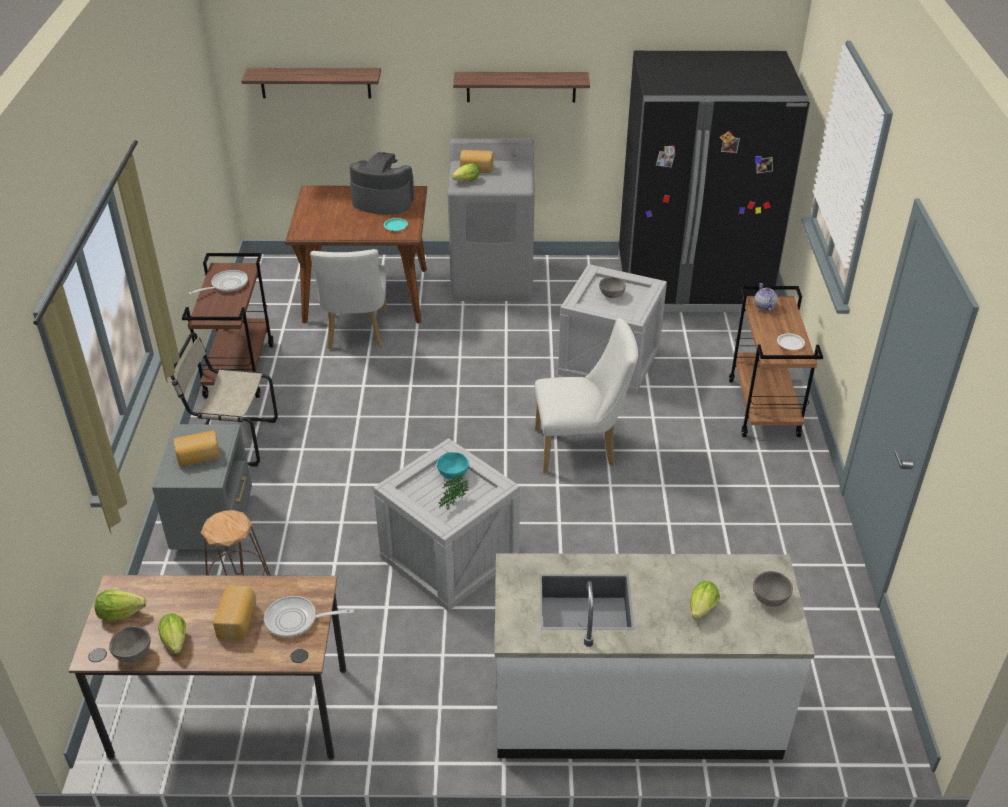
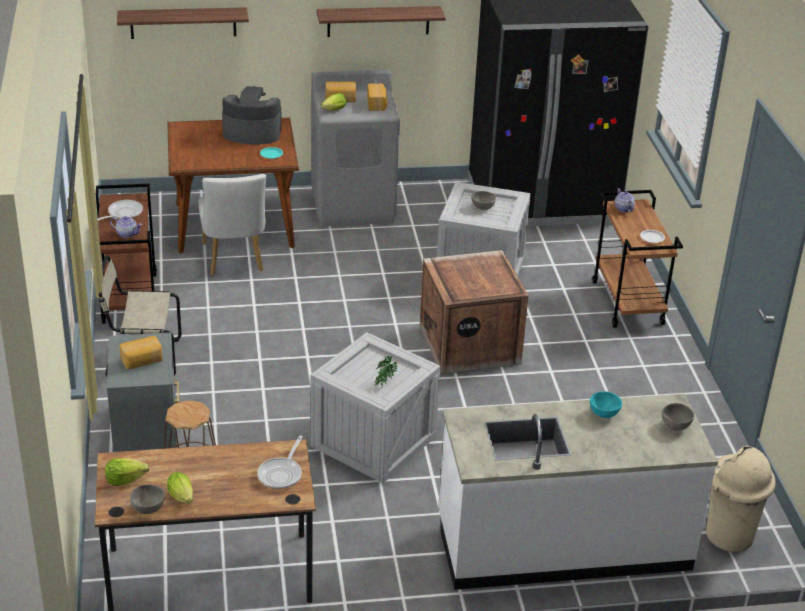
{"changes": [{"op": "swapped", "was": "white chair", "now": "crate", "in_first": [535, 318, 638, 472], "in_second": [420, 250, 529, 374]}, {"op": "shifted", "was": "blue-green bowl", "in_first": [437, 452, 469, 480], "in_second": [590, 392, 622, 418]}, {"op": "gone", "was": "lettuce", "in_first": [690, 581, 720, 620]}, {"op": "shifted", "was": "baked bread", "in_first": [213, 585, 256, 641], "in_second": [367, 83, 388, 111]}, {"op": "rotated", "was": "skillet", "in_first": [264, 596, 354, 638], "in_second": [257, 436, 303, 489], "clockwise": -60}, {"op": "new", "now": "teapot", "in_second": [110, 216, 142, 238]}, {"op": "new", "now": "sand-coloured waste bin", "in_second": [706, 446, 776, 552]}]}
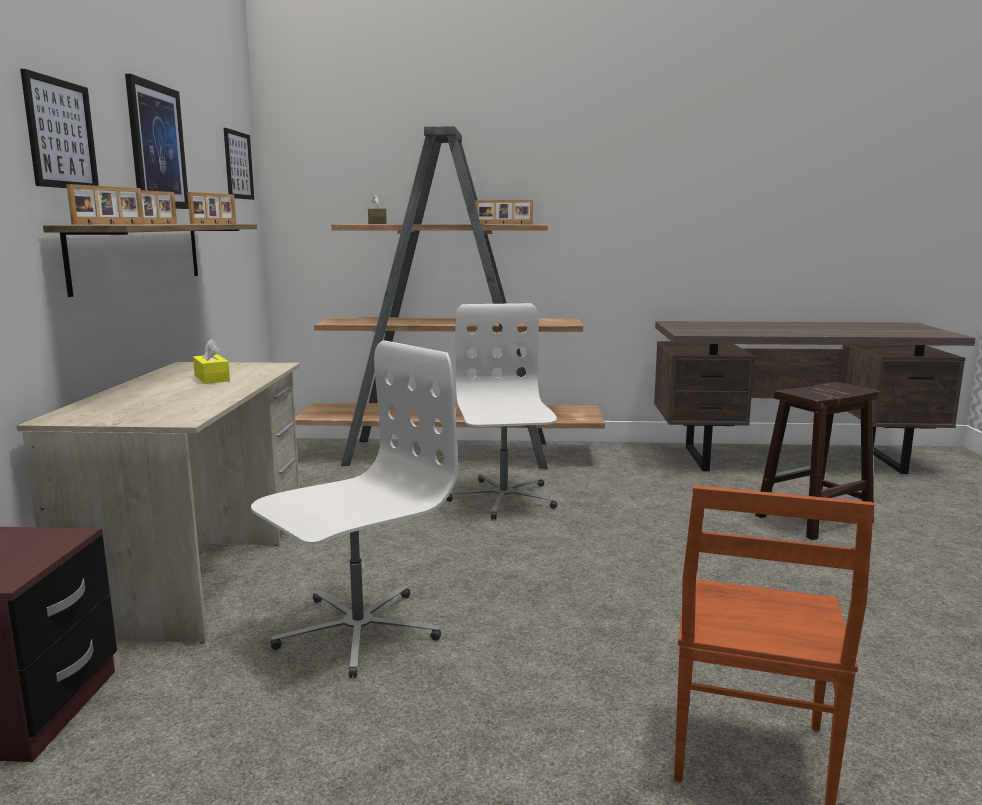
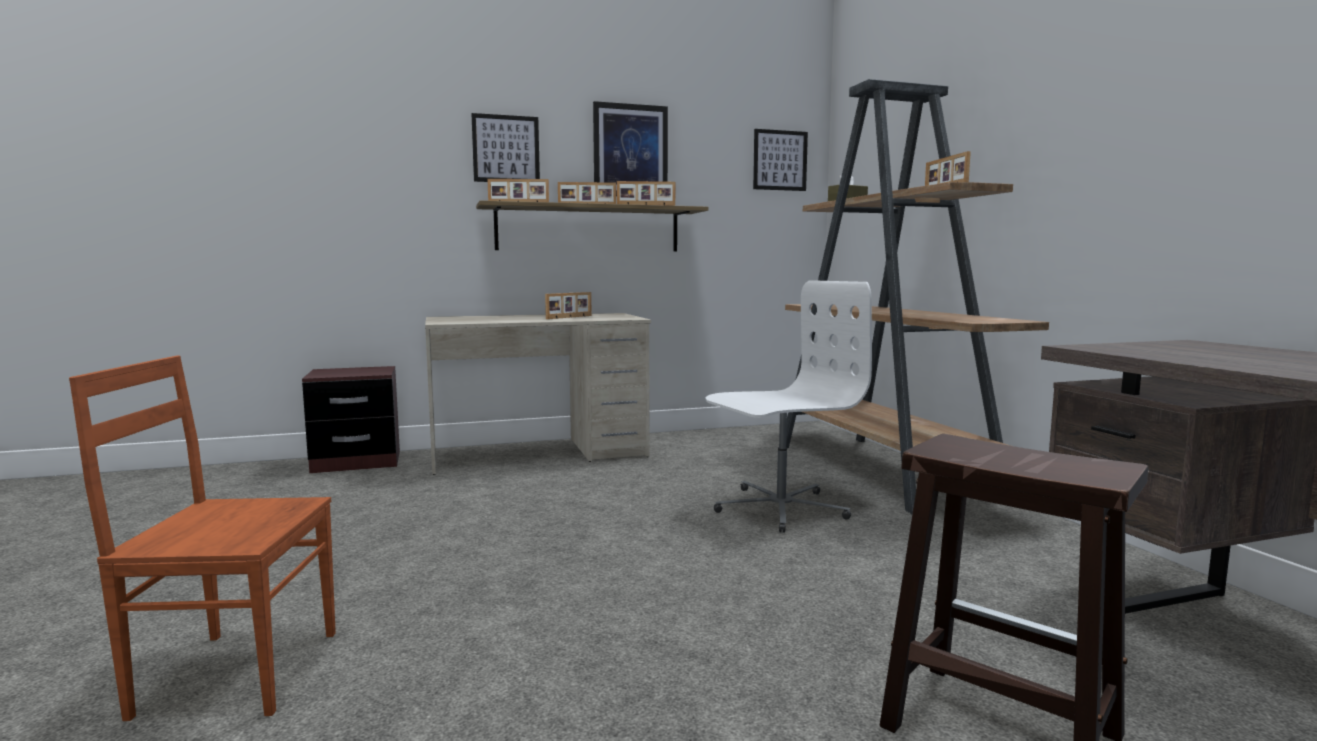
{"changes": [{"op": "swapped", "was": "yellowish tissue box", "now": "standing frame", "in_first": [193, 339, 230, 384], "in_second": [545, 292, 592, 319]}, {"op": "gone", "was": "white computer chair", "in_first": [251, 340, 458, 678]}]}
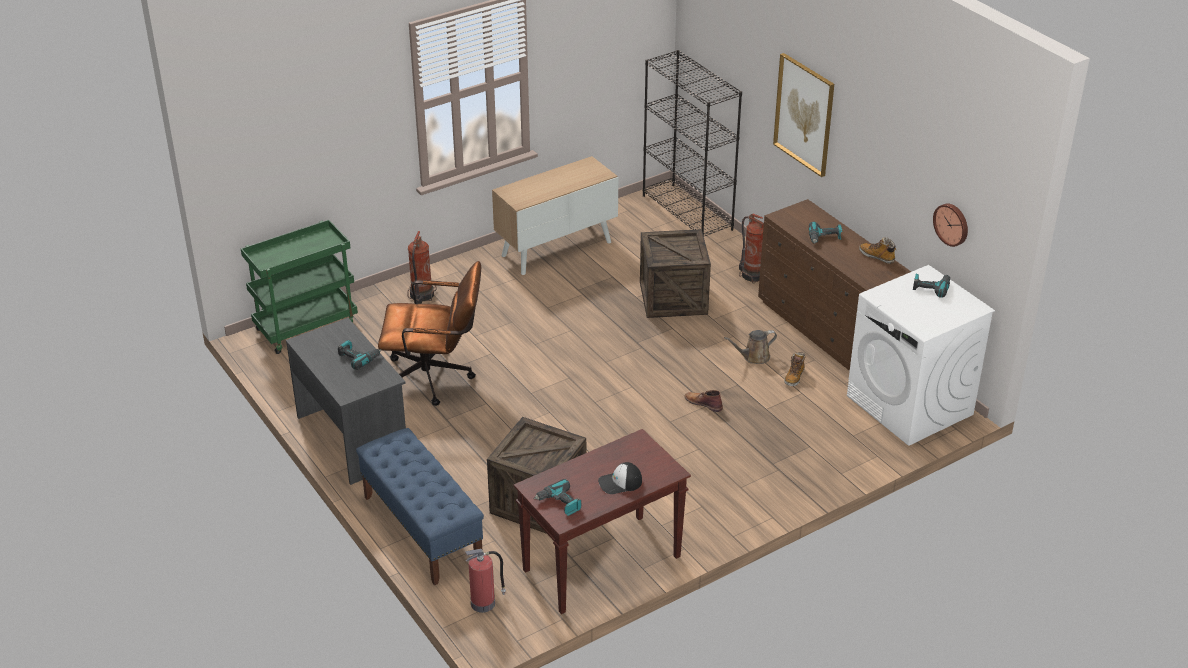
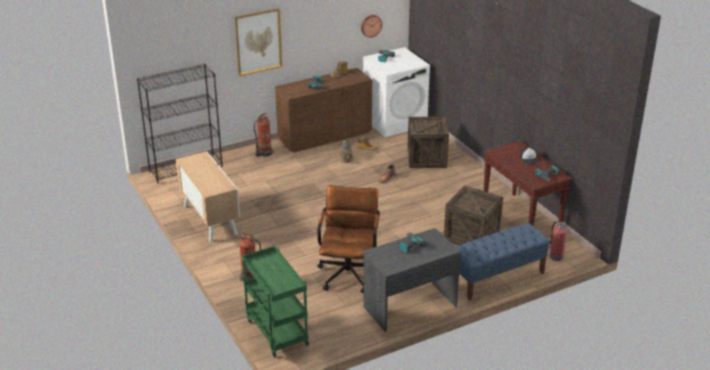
{"changes": [{"op": "shifted", "was": "crate", "in_first": [640, 229, 711, 318], "in_second": [407, 117, 449, 168]}]}
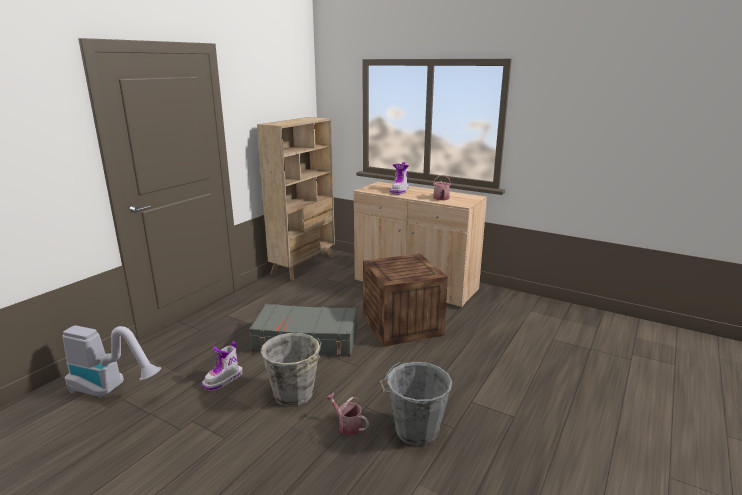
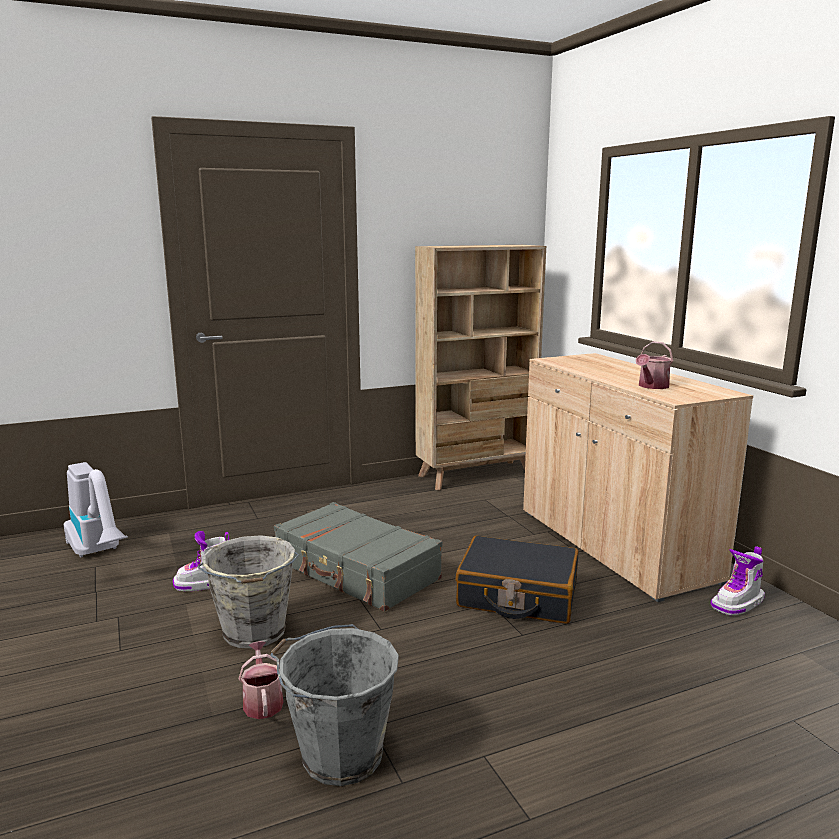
{"changes": [{"op": "shifted", "was": "boot", "in_first": [390, 162, 409, 194], "in_second": [710, 546, 765, 615]}, {"op": "swapped", "was": "crate", "now": "black piece of luggage", "in_first": [363, 254, 448, 347], "in_second": [456, 536, 578, 624]}]}
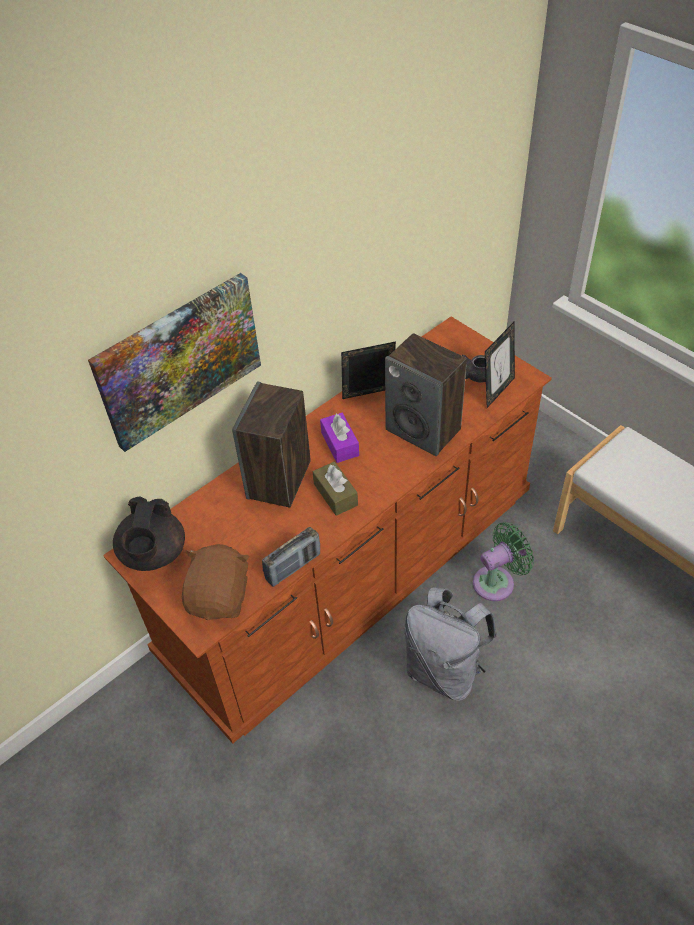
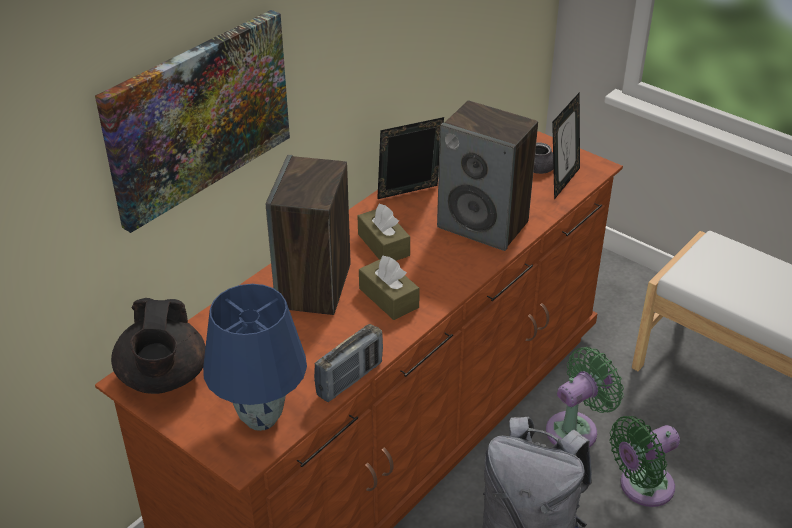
{"changes": [{"op": "repainted", "was": "purple-coloured tissue box", "now": "brownish tissue box", "in_first": [320, 413, 359, 463], "in_second": [358, 204, 410, 261]}, {"op": "swapped", "was": "brownish plush toy", "now": "bluish lamp for a table", "in_first": [182, 544, 250, 620], "in_second": [203, 284, 307, 431]}, {"op": "new", "now": "green electric fan", "in_second": [610, 416, 680, 507]}]}
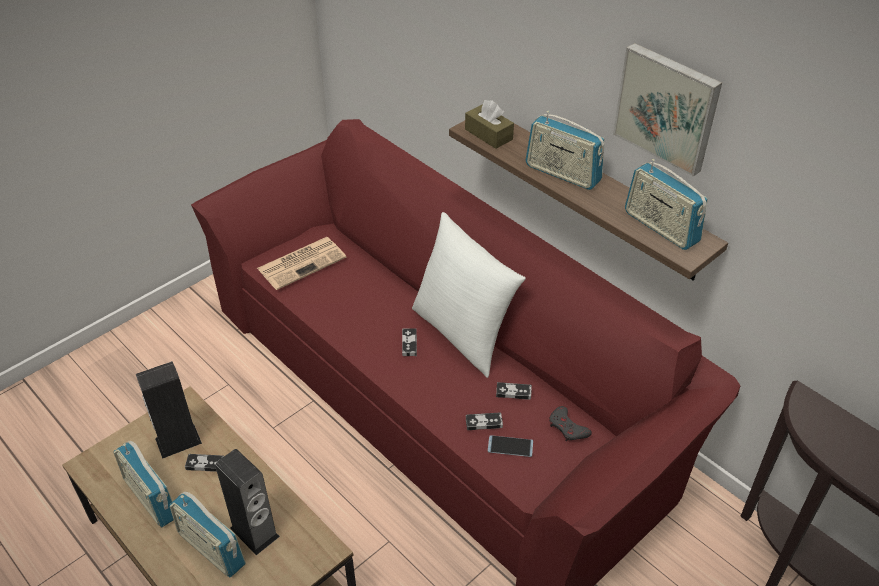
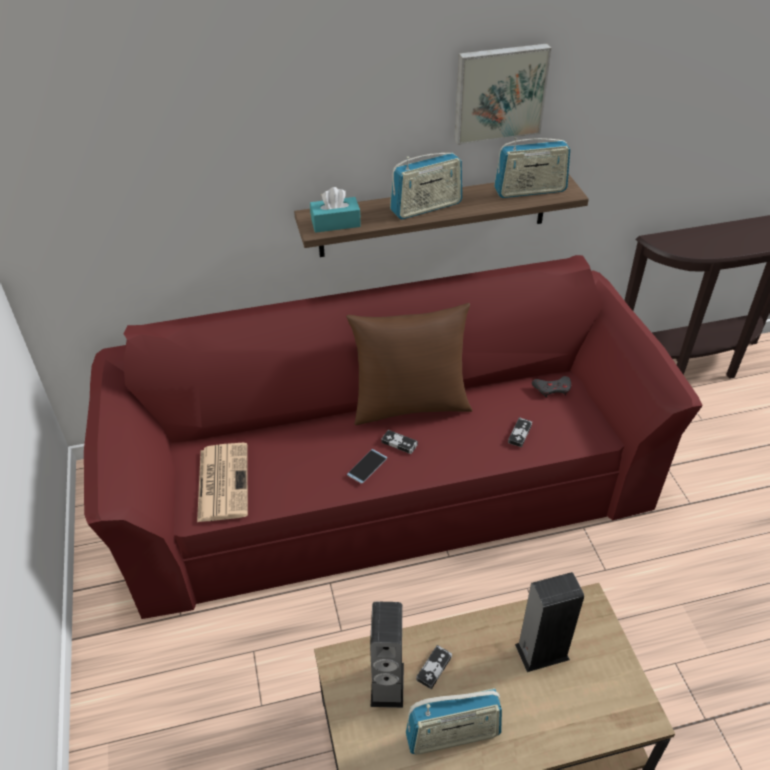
{"changes": [{"op": "repainted", "was": "brownish tissue box", "now": "blue-green tissue box", "in_first": [465, 100, 514, 149], "in_second": [310, 187, 361, 233]}, {"op": "repainted", "was": "white pillow", "now": "brownish pillow", "in_first": [412, 212, 526, 378], "in_second": [346, 303, 472, 425]}, {"op": "gone", "was": "gamepad", "in_first": [496, 382, 532, 400]}, {"op": "shifted", "was": "telephone", "in_first": [488, 435, 533, 457], "in_second": [347, 449, 387, 484]}, {"op": "gone", "was": "radio set", "in_first": [169, 492, 246, 578]}]}
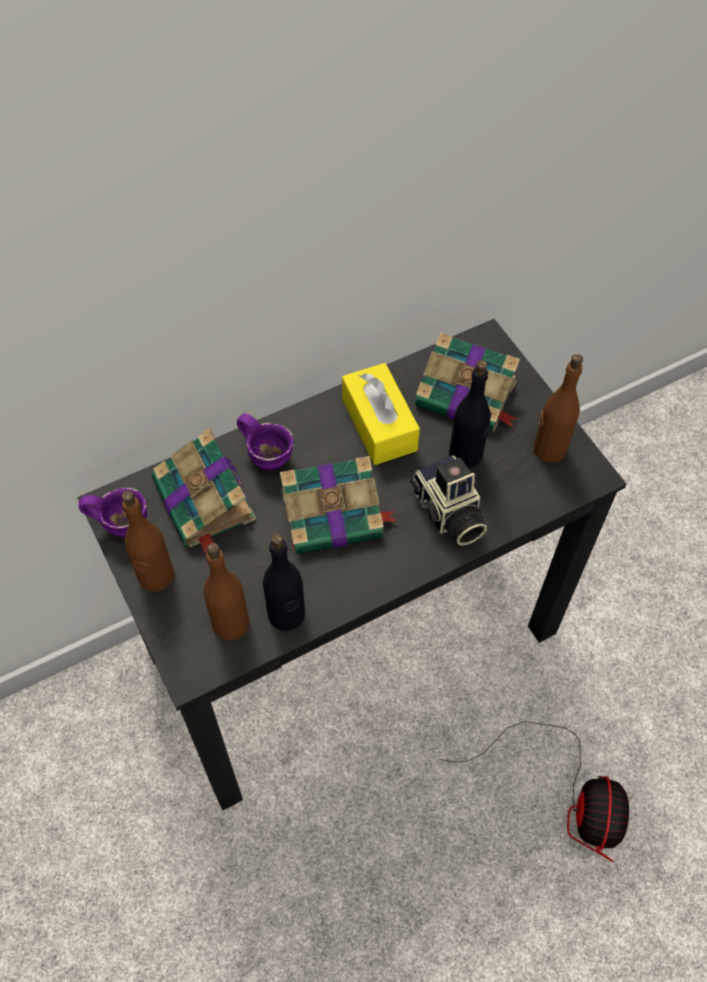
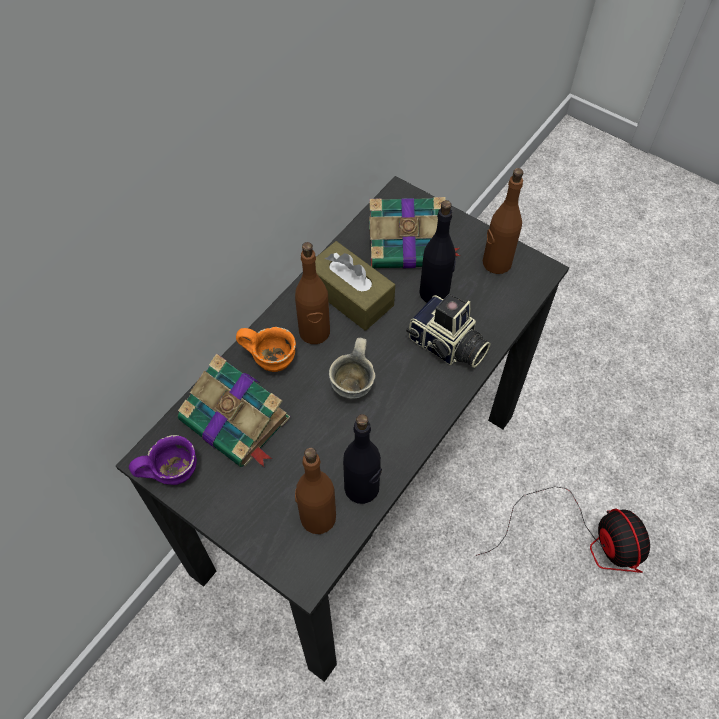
{"changes": [{"op": "repainted", "was": "yellowish tissue box", "now": "brownish tissue box", "in_first": [342, 363, 420, 465], "in_second": [315, 241, 395, 331]}, {"op": "repainted", "was": "purple-coloured tea mug", "now": "orangey tea mug", "in_first": [237, 414, 293, 471], "in_second": [236, 327, 296, 372]}, {"op": "swapped", "was": "volume", "now": "greyish tea mug", "in_first": [280, 456, 398, 554], "in_second": [329, 338, 375, 399]}, {"op": "shifted", "was": "brownish bottle", "in_first": [122, 491, 174, 592], "in_second": [295, 242, 330, 344]}]}
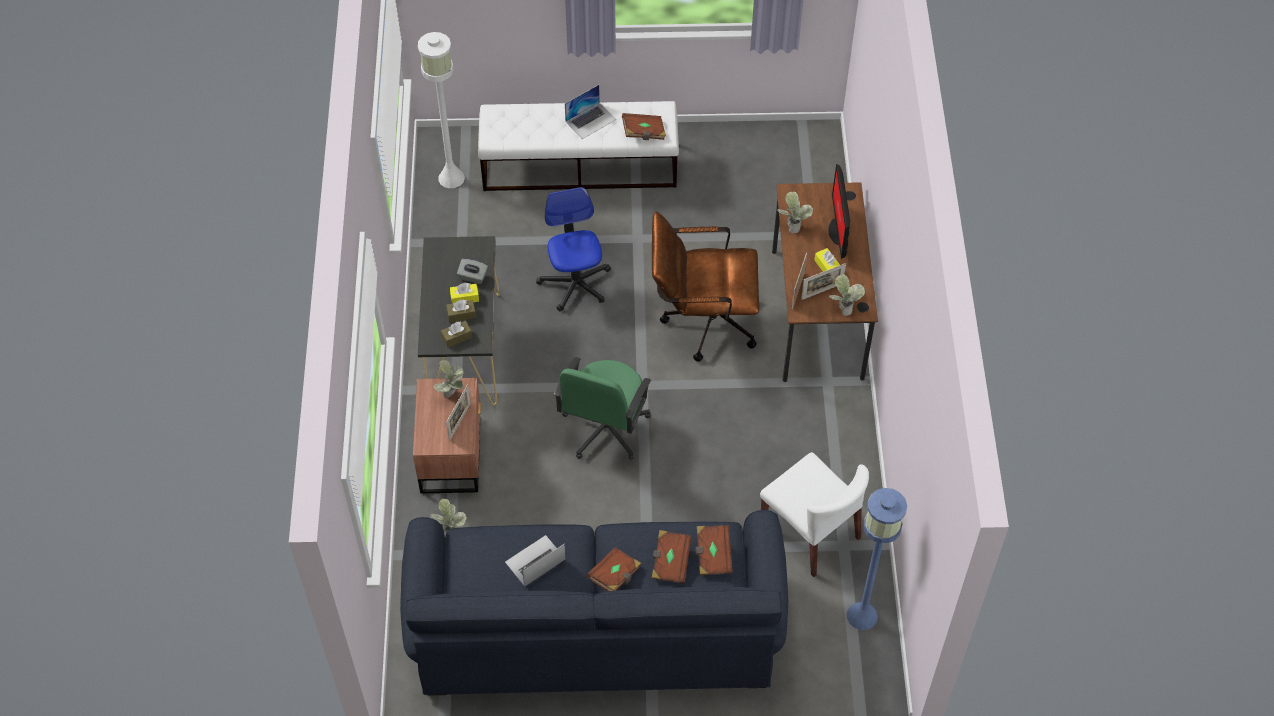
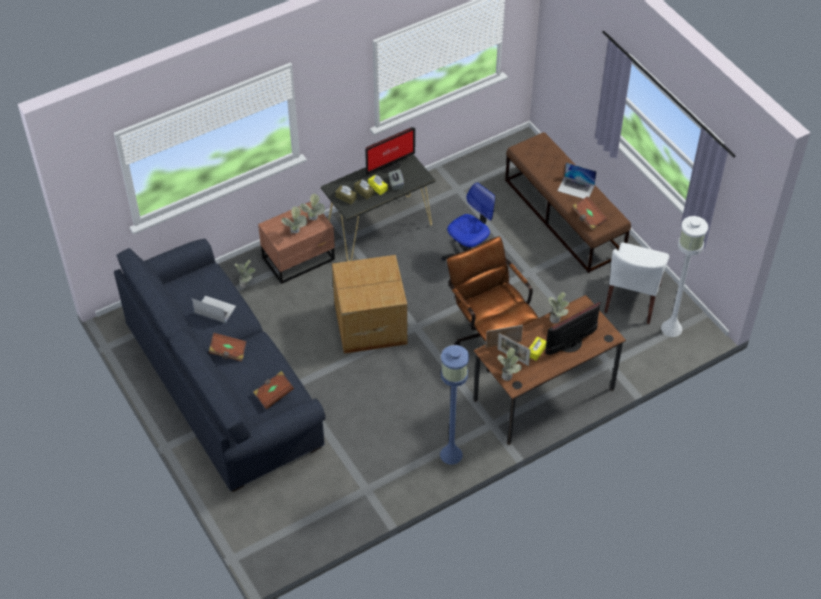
{"changes": [{"op": "shifted", "was": "white standard lamp", "in_first": [418, 32, 465, 188], "in_second": [661, 216, 708, 337]}, {"op": "repainted", "was": "white indoor bench", "now": "brownish indoor bench", "in_first": [478, 101, 679, 191], "in_second": [505, 132, 631, 273]}, {"op": "swapped", "was": "green computer chair", "now": "cardboard box", "in_first": [554, 357, 651, 460], "in_second": [332, 255, 407, 354]}, {"op": "swapped", "was": "standing frame", "now": "houseplant", "in_first": [446, 384, 471, 441], "in_second": [281, 206, 307, 234]}, {"op": "shifted", "was": "white chair", "in_first": [760, 452, 869, 577], "in_second": [604, 243, 669, 324]}, {"op": "shifted", "was": "bluish standard lamp", "in_first": [847, 488, 907, 630], "in_second": [440, 345, 469, 465]}, {"op": "gone", "was": "brownish volume", "in_first": [652, 530, 692, 583]}, {"op": "new", "now": "computer display", "in_second": [365, 127, 415, 175]}]}
